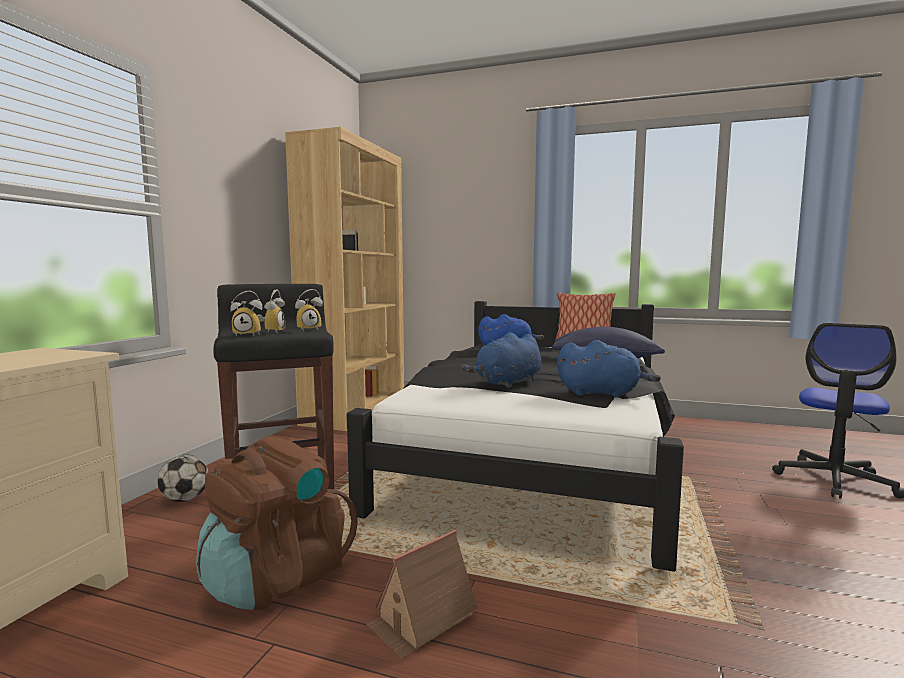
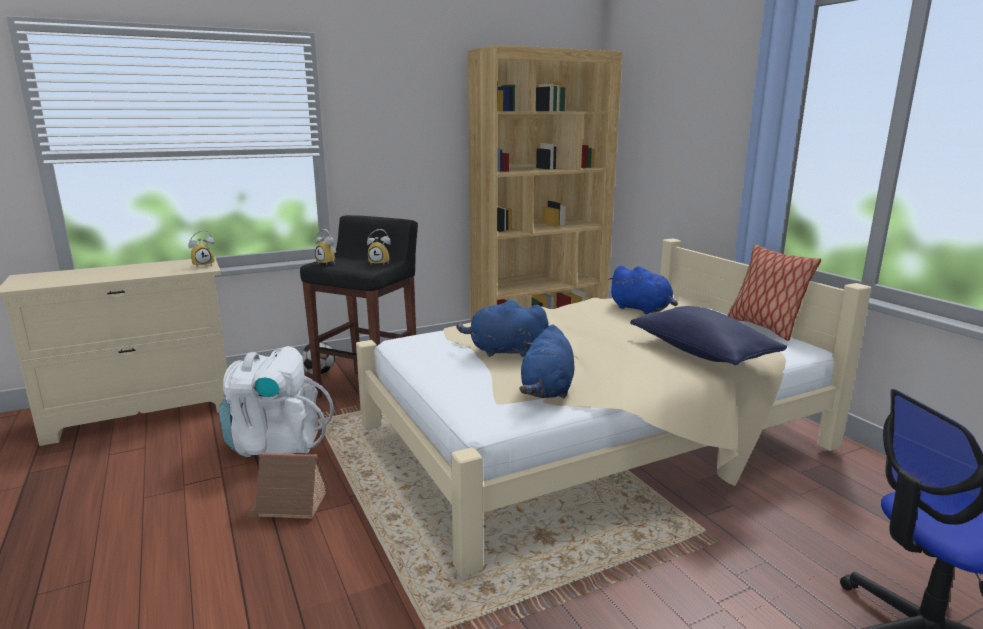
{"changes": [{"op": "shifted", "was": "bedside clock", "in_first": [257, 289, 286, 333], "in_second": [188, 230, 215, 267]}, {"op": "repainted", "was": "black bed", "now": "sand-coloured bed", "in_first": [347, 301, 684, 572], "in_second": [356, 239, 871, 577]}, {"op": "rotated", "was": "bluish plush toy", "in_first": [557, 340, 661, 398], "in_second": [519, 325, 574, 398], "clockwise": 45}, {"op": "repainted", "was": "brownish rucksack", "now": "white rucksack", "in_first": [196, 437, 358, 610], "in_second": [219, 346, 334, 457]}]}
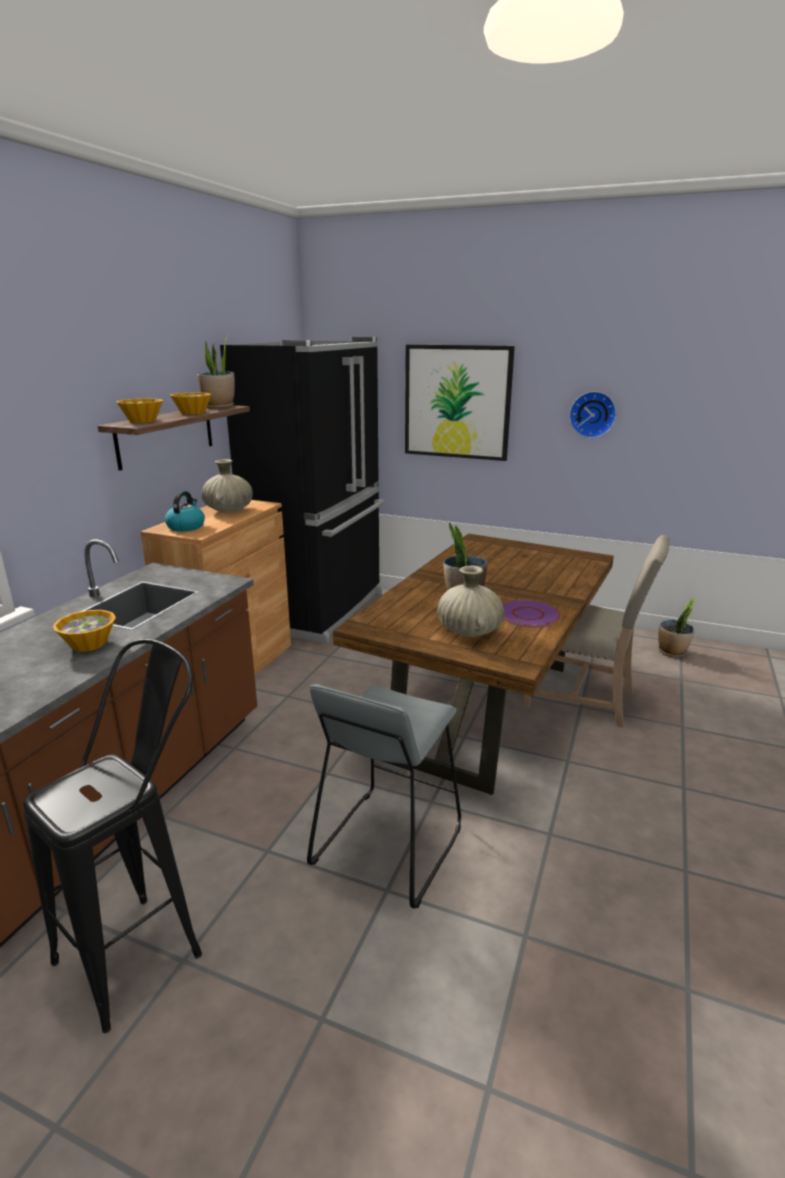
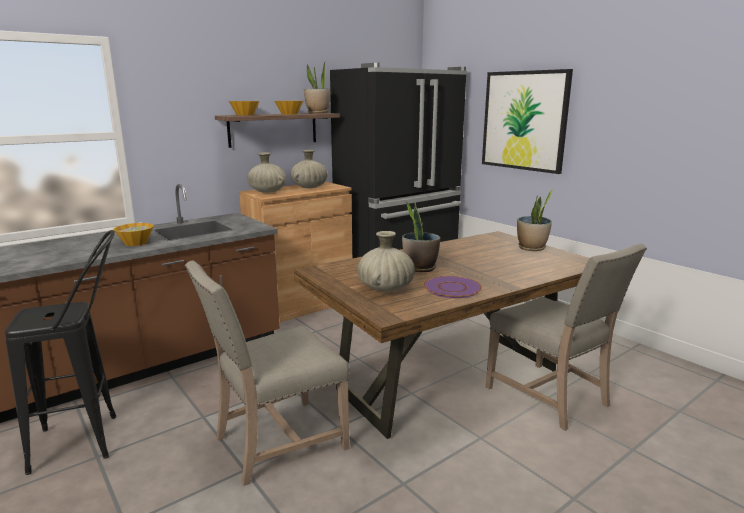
{"changes": [{"op": "gone", "was": "wall clock", "in_first": [569, 391, 617, 438]}, {"op": "swapped", "was": "tea kettle", "now": "sand-coloured flower vase", "in_first": [165, 491, 205, 532], "in_second": [247, 152, 286, 193]}, {"op": "shifted", "was": "houseplant", "in_first": [658, 597, 696, 657], "in_second": [517, 189, 554, 251]}, {"op": "swapped", "was": "greyish stool", "now": "sand-coloured chair", "in_first": [307, 684, 461, 909], "in_second": [185, 260, 350, 486]}]}
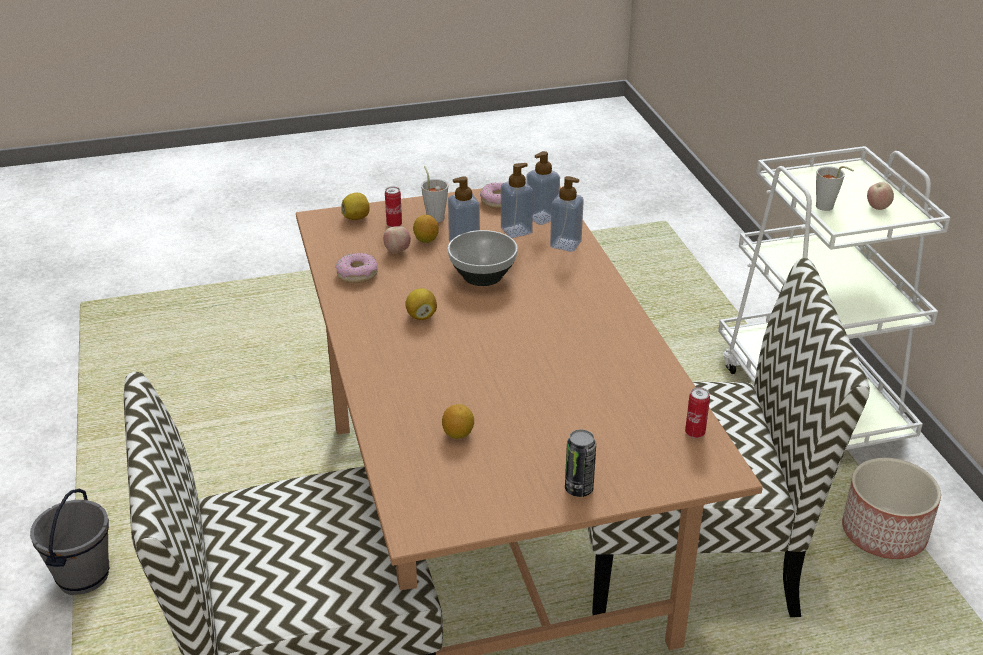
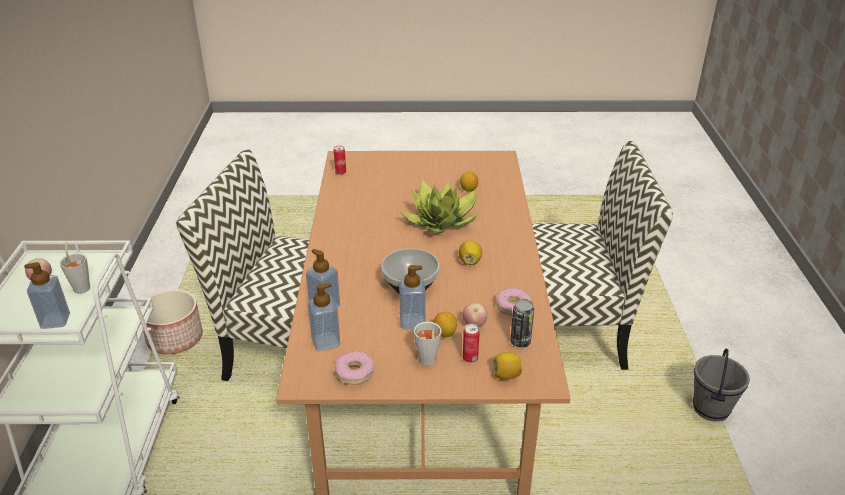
{"changes": [{"op": "shifted", "was": "soap dispenser", "in_first": [501, 163, 533, 238], "in_second": [24, 262, 70, 329]}, {"op": "shifted", "was": "can", "in_first": [565, 429, 596, 497], "in_second": [510, 299, 534, 347]}, {"op": "new", "now": "houseplant", "in_second": [400, 179, 478, 234]}]}
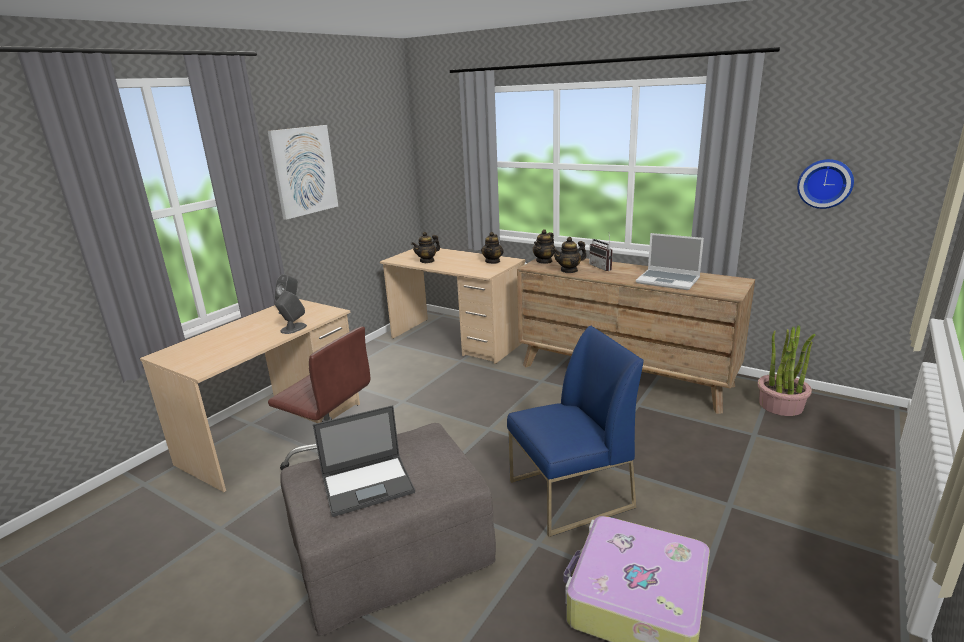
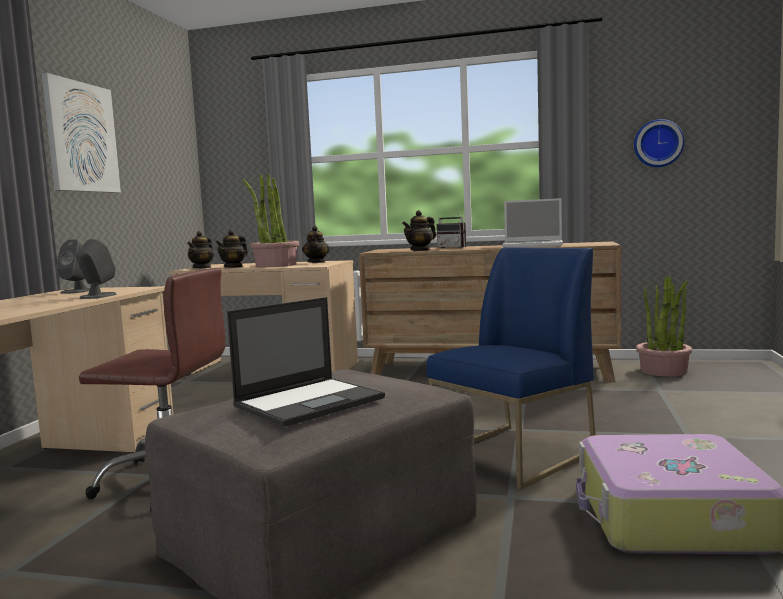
{"changes": [{"op": "shifted", "was": "teapot", "in_first": [533, 229, 555, 264], "in_second": [187, 231, 214, 268]}, {"op": "new", "now": "houseplant", "in_second": [243, 174, 299, 267]}]}
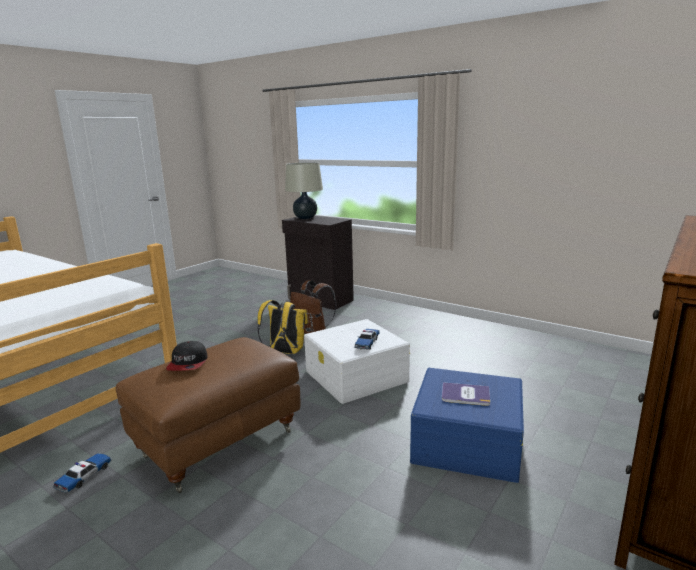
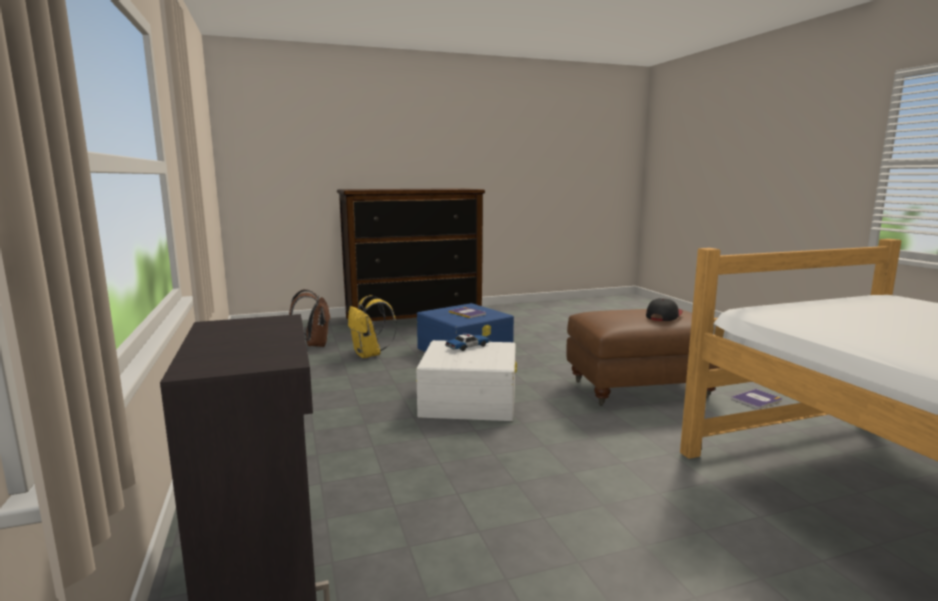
{"changes": [{"op": "gone", "was": "sand-coloured lamp for a table", "in_first": [285, 162, 323, 219]}, {"op": "shifted", "was": "brownish rucksack", "in_first": [290, 280, 337, 334], "in_second": [289, 289, 330, 347]}, {"op": "shifted", "was": "yellowish rucksack", "in_first": [257, 300, 308, 354], "in_second": [348, 295, 397, 358]}, {"op": "swapped", "was": "toy car", "now": "volume", "in_first": [53, 453, 112, 493], "in_second": [731, 389, 782, 409]}]}
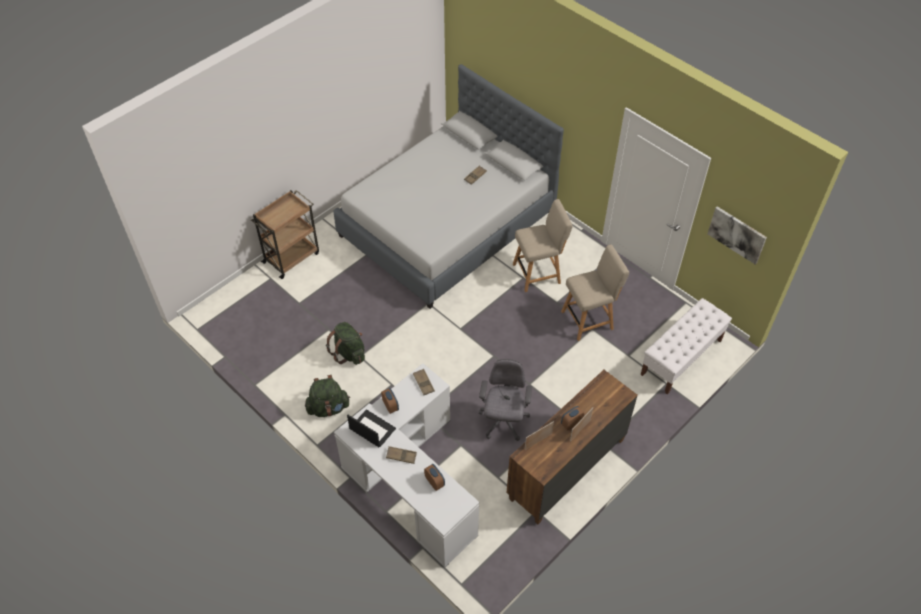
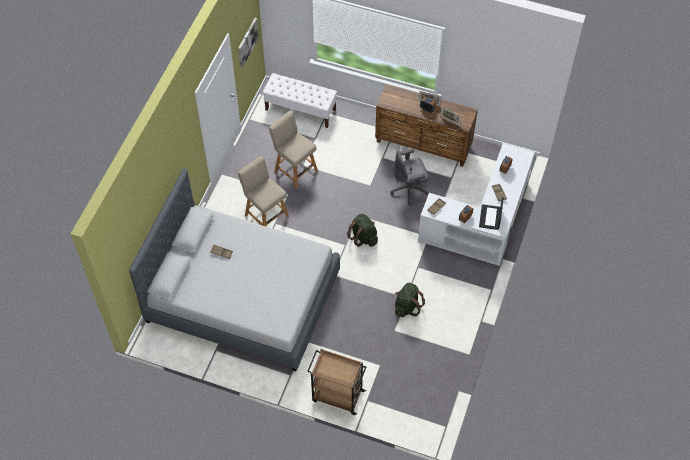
{"changes": [{"op": "shifted", "was": "green rucksack", "in_first": [305, 375, 350, 417], "in_second": [347, 214, 378, 247]}]}
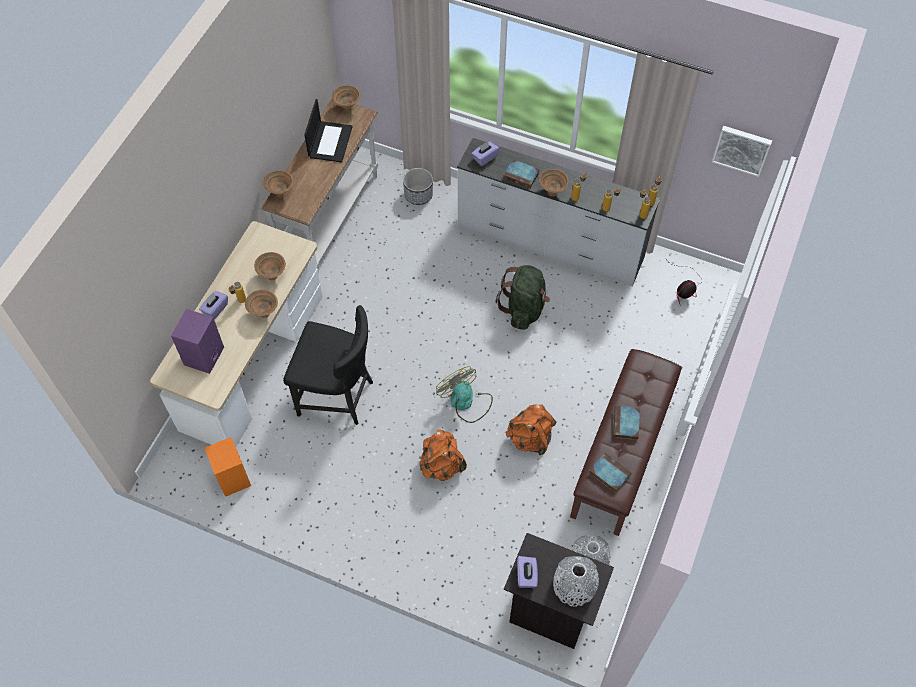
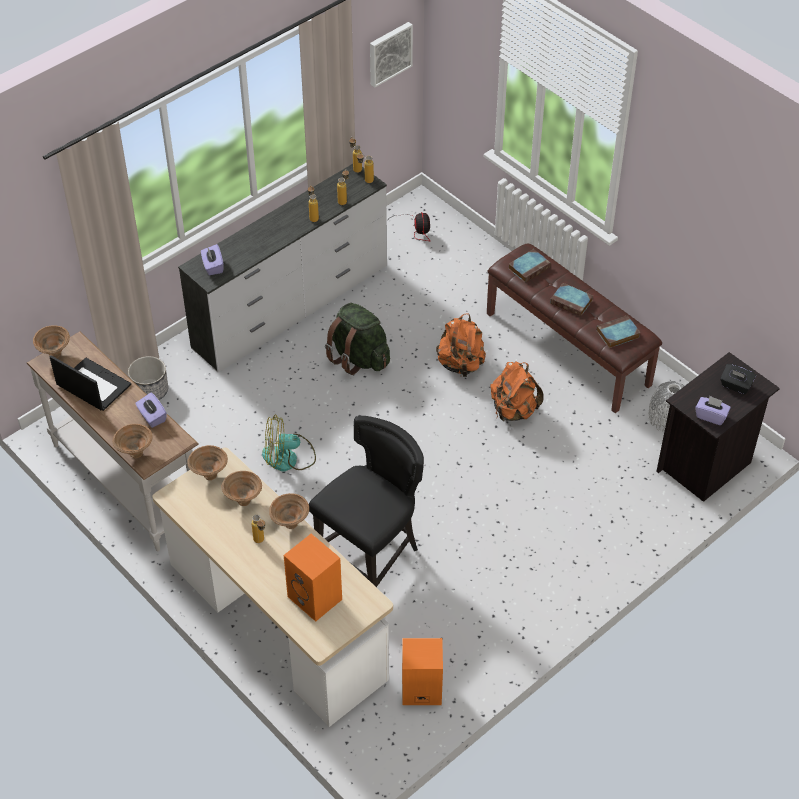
{"changes": [{"op": "shifted", "was": "volume", "in_first": [503, 159, 540, 189], "in_second": [509, 249, 551, 282]}, {"op": "shifted", "was": "brownish bowl", "in_first": [539, 169, 569, 196], "in_second": [187, 445, 228, 480]}, {"op": "shifted", "was": "purple-coloured tissue box", "in_first": [199, 291, 228, 319], "in_second": [135, 393, 167, 428]}, {"op": "repainted", "was": "purple-coloured loudspeaker", "now": "orangey loudspeaker", "in_first": [171, 309, 224, 374], "in_second": [284, 534, 342, 622]}, {"op": "shifted", "was": "electric fan", "in_first": [436, 366, 493, 423], "in_second": [262, 414, 316, 472]}, {"op": "shifted", "was": "orangey rucksack", "in_first": [419, 429, 467, 481], "in_second": [436, 314, 486, 378]}, {"op": "swapped", "was": "greyish flower vase", "now": "black tissue box", "in_first": [553, 556, 599, 607], "in_second": [720, 364, 756, 394]}]}
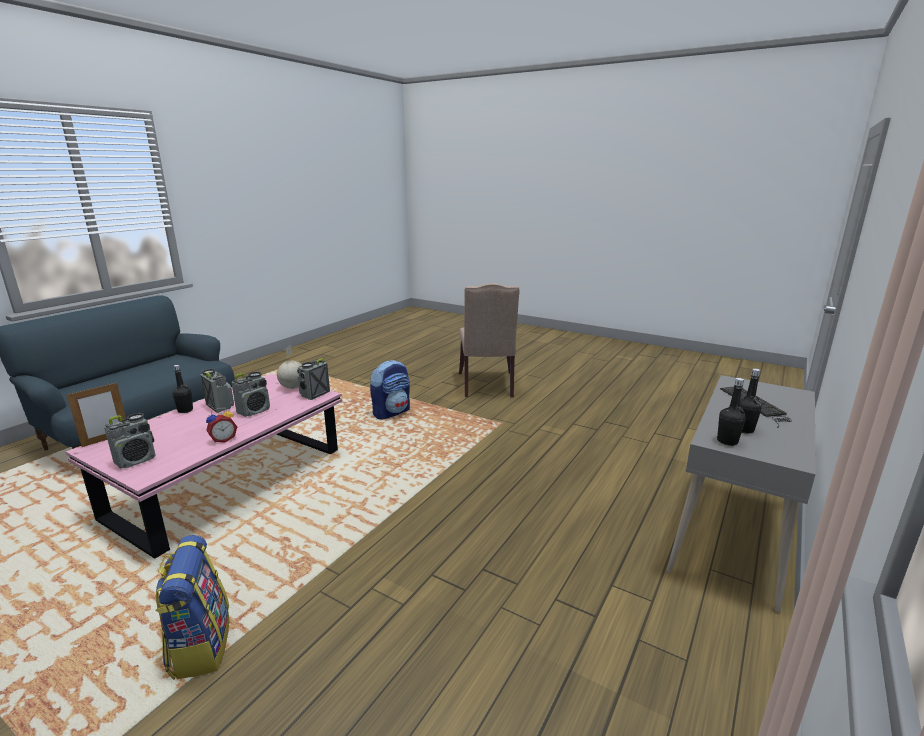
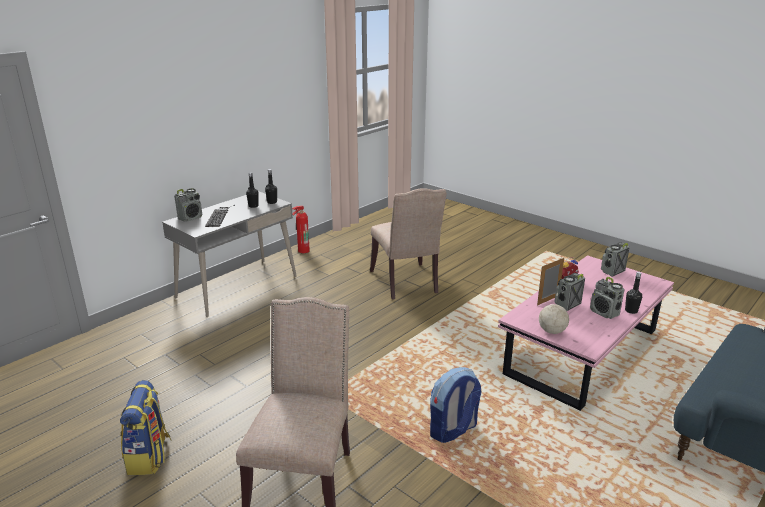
{"changes": [{"op": "shifted", "was": "radio set", "in_first": [297, 358, 330, 400], "in_second": [174, 188, 202, 222]}, {"op": "shifted", "was": "standing frame", "in_first": [67, 382, 126, 447], "in_second": [537, 258, 564, 306]}, {"op": "shifted", "was": "rucksack", "in_first": [156, 535, 229, 680], "in_second": [120, 380, 172, 475]}, {"op": "new", "now": "sand-coloured chair", "in_second": [370, 188, 447, 300]}, {"op": "new", "now": "fire-fighting cylinder", "in_second": [292, 206, 310, 253]}]}
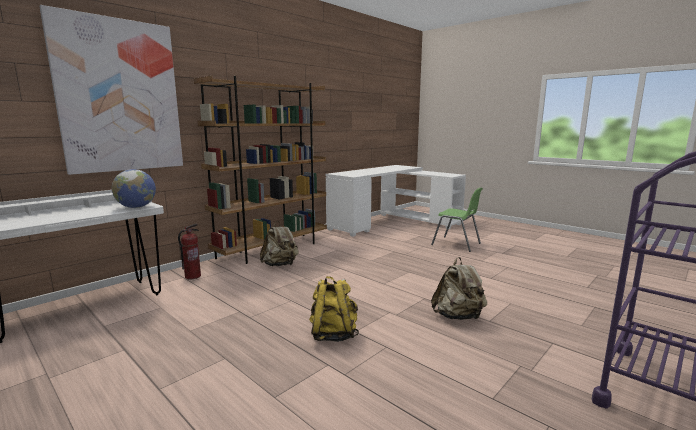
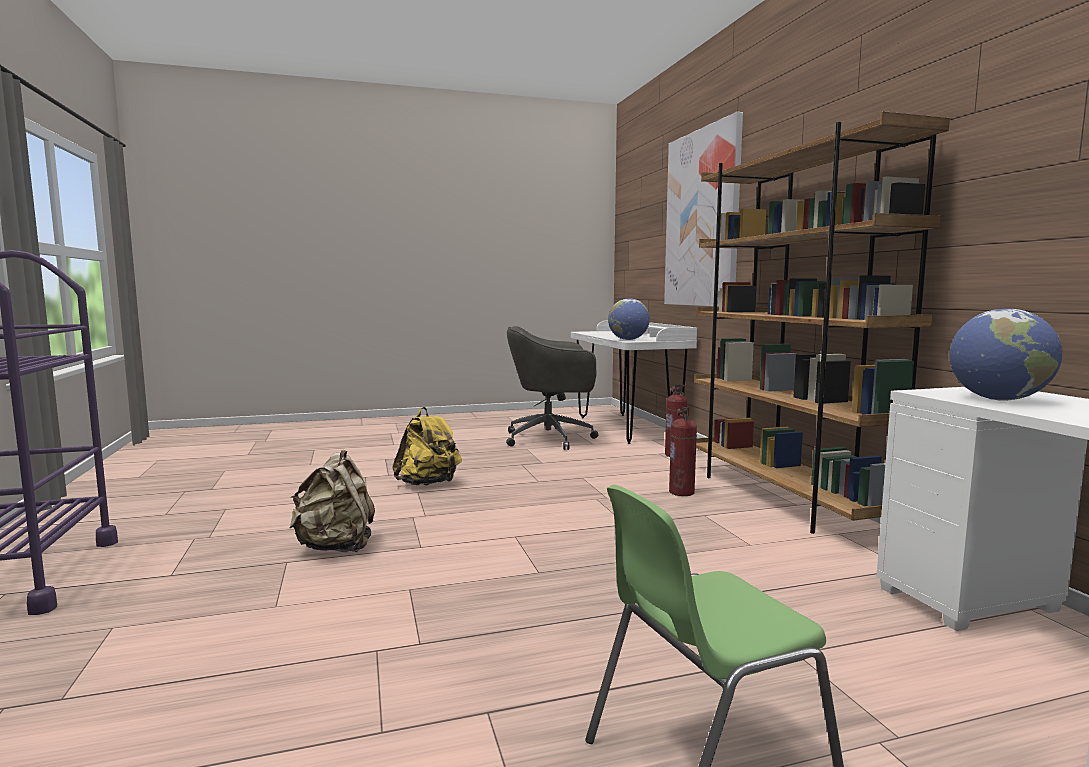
{"changes": [{"op": "swapped", "was": "sand-coloured rucksack", "now": "fire-fighting cylinder", "in_first": [260, 221, 299, 266], "in_second": [669, 407, 697, 496]}, {"op": "new", "now": "globe", "in_second": [949, 309, 1062, 401]}, {"op": "new", "now": "greyish computer chair", "in_second": [506, 326, 599, 450]}]}
